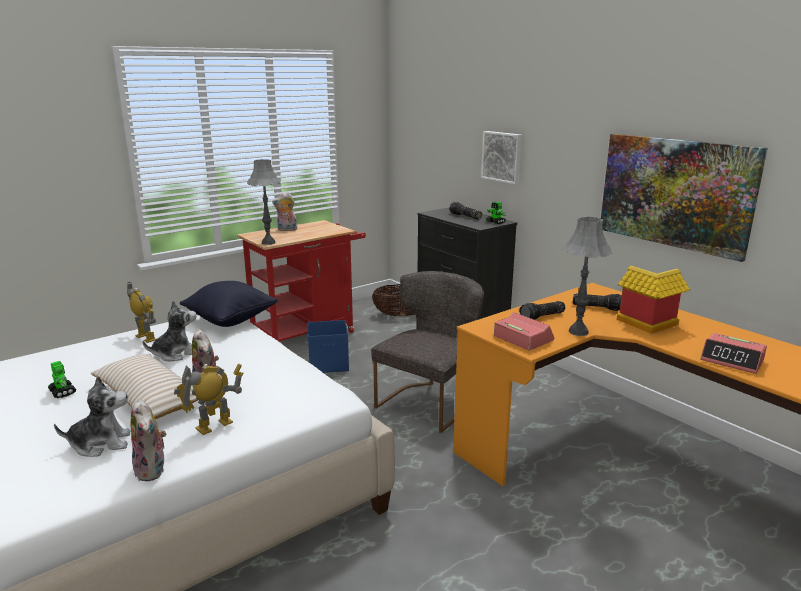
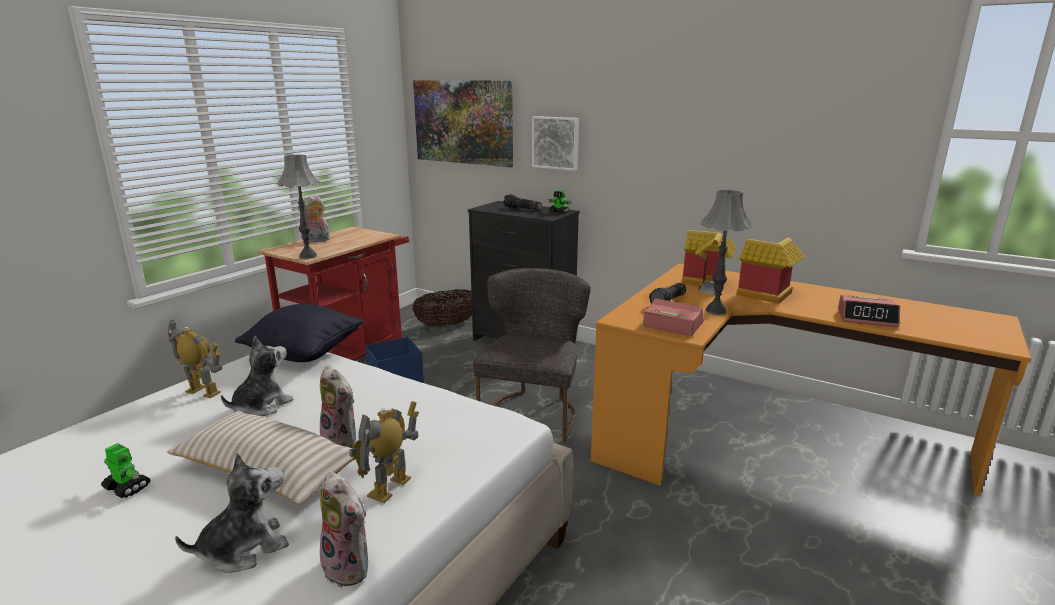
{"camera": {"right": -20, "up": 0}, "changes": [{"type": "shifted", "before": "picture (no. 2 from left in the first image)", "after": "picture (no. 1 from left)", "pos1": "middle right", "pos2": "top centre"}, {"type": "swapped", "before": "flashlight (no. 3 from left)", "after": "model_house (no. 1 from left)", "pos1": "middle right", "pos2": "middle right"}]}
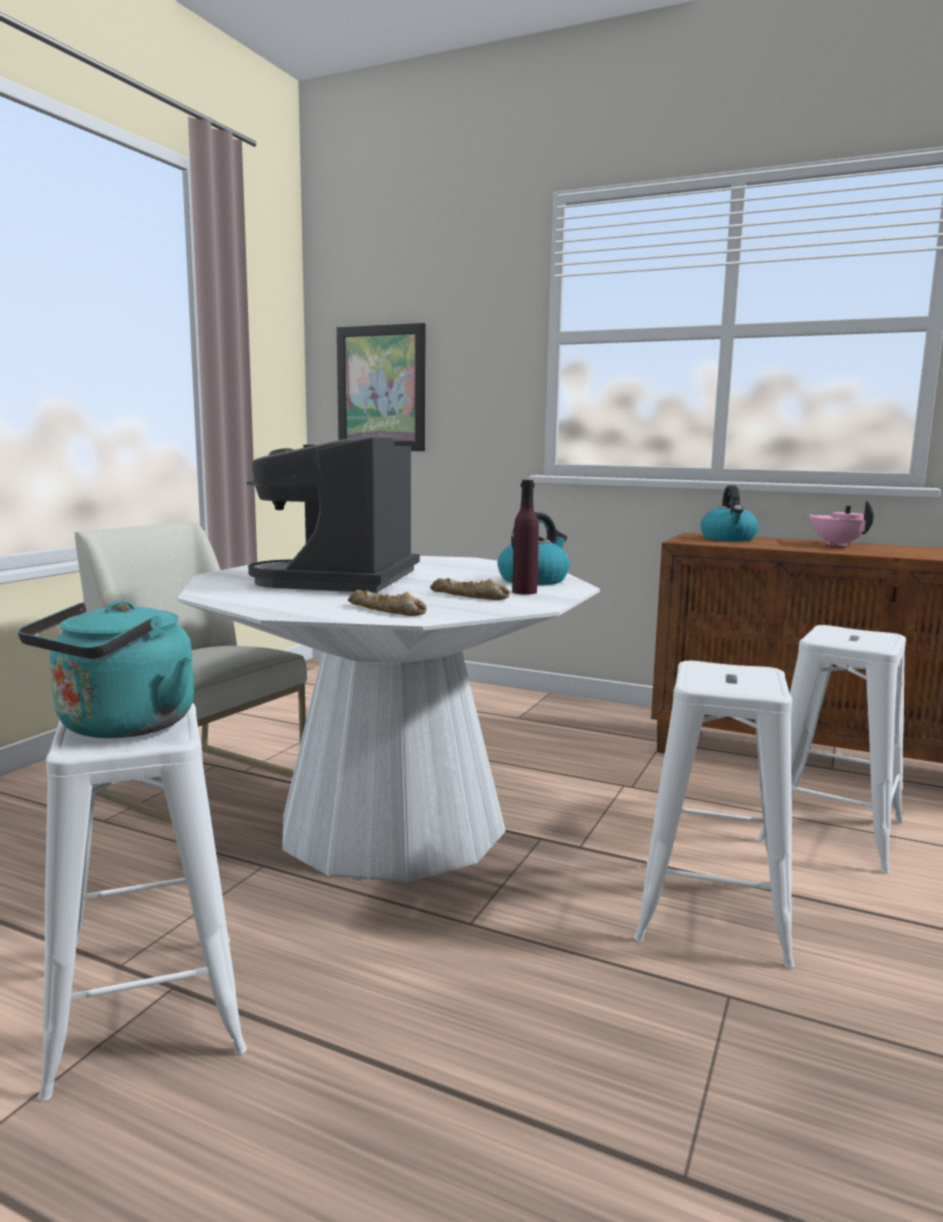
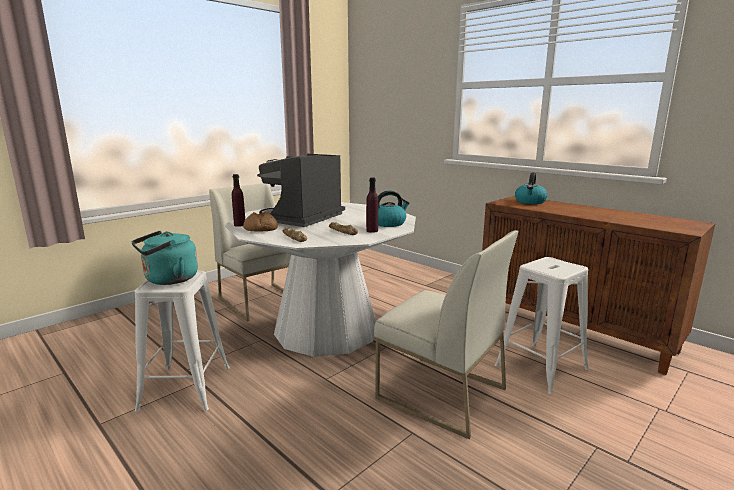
{"camera": {"right": 20, "up": 5}, "changes": [{"type": "new", "after": "purple-coloured_bottle (no. 1 from left)", "pos2": "middle left"}, {"type": "new", "after": "bread (no. 1 from left)", "pos2": "centre"}, {"type": "swapped", "before": "white_stool_seat (no. 2 from left)", "after": "white_plain_chair (no. 2 from left)", "pos1": "middle right", "pos2": "bottom centre"}, {"type": "gone", "before": "picture", "pos1": "top centre"}, {"type": "gone", "before": "pink_tea_pot", "pos1": "middle right"}]}
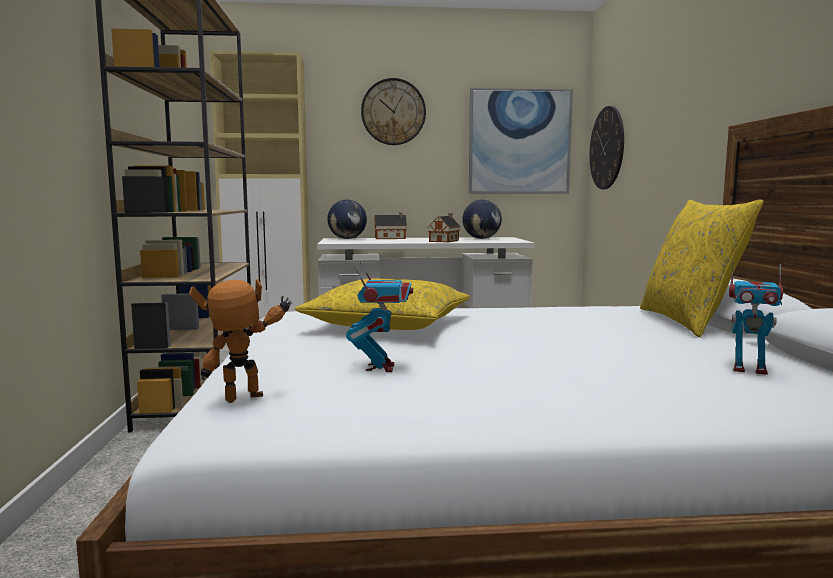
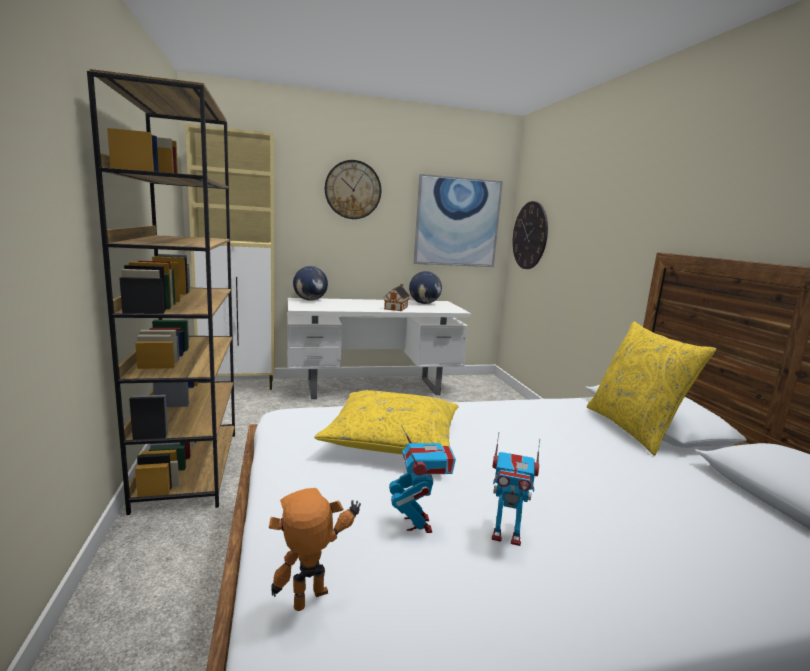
{"camera": {"right": -10, "up": 5}, "changes": [{"type": "shifted", "before": "model_robot (no. 3 from left)", "pos1": "middle right", "pos2": "bottom centre"}, {"type": "gone", "before": "model_house (no. 1 from left)", "pos1": "centre"}]}
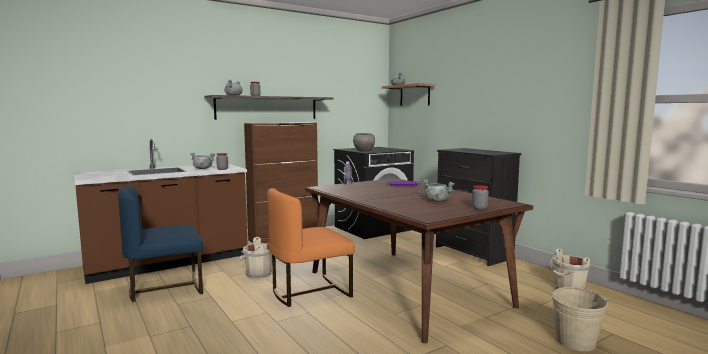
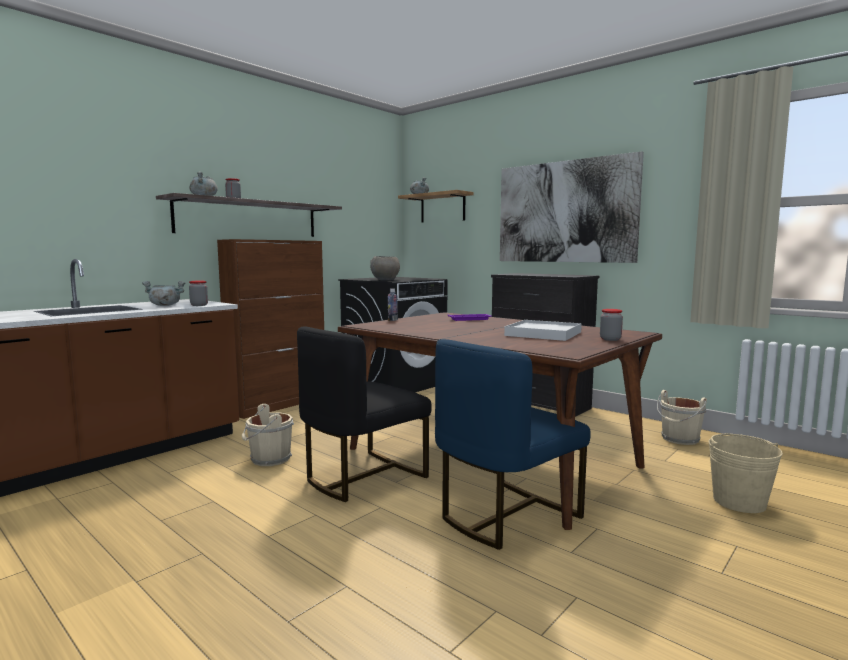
{"camera": {"right": -15, "up": 0}, "changes": [{"type": "repainted", "before": "orange_plain_chair", "after": "black-coloured_plain_chair", "pos1": "bottom centre", "pos2": "centre"}, {"type": "shifted", "before": "bluish_plain_chair", "pos1": "bottom left", "pos2": "bottom centre"}, {"type": "new", "after": "picture", "pos2": "top right"}, {"type": "swapped", "before": "gray_stockpot (no. 4 from left)", "after": "white_tray", "pos1": "centre", "pos2": "centre"}]}
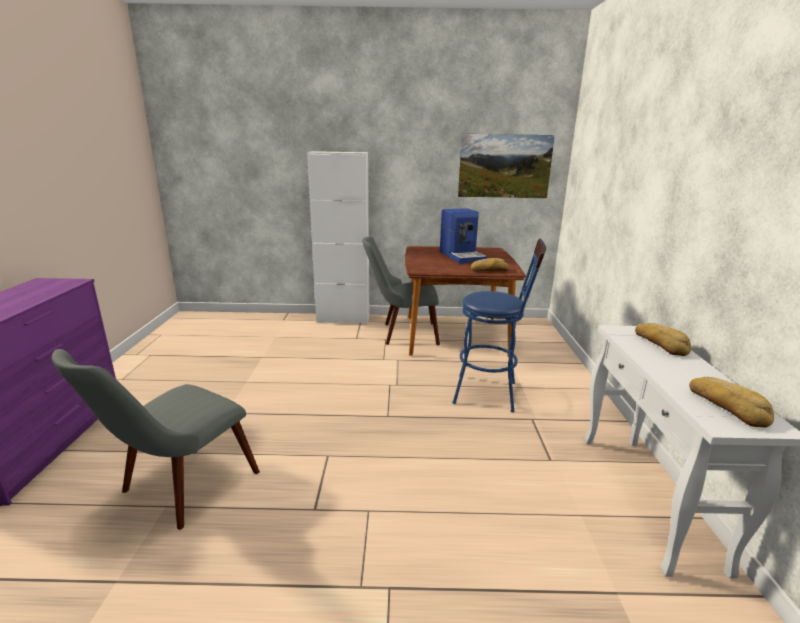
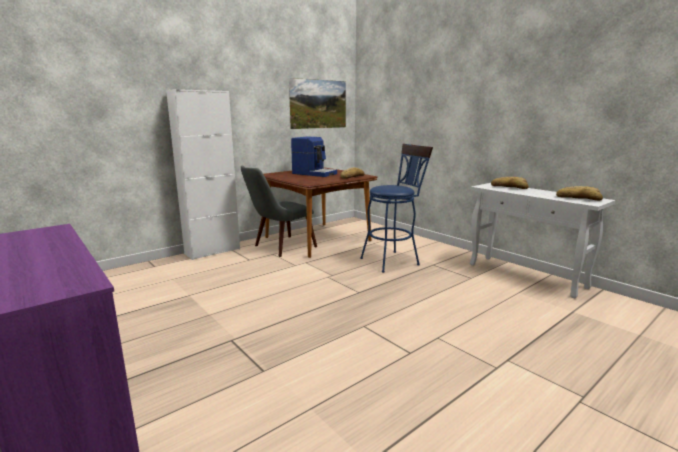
{"camera": {"right": -40, "up": -5}, "changes": [{"type": "gone", "before": "gray_plain_chair (no. 1 from left)", "pos1": "bottom left"}]}
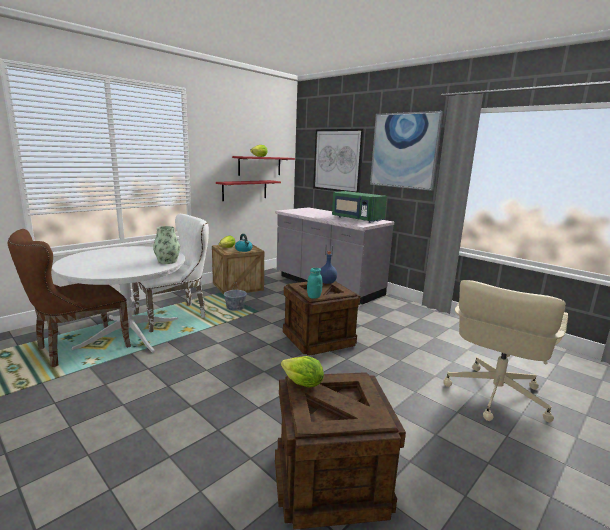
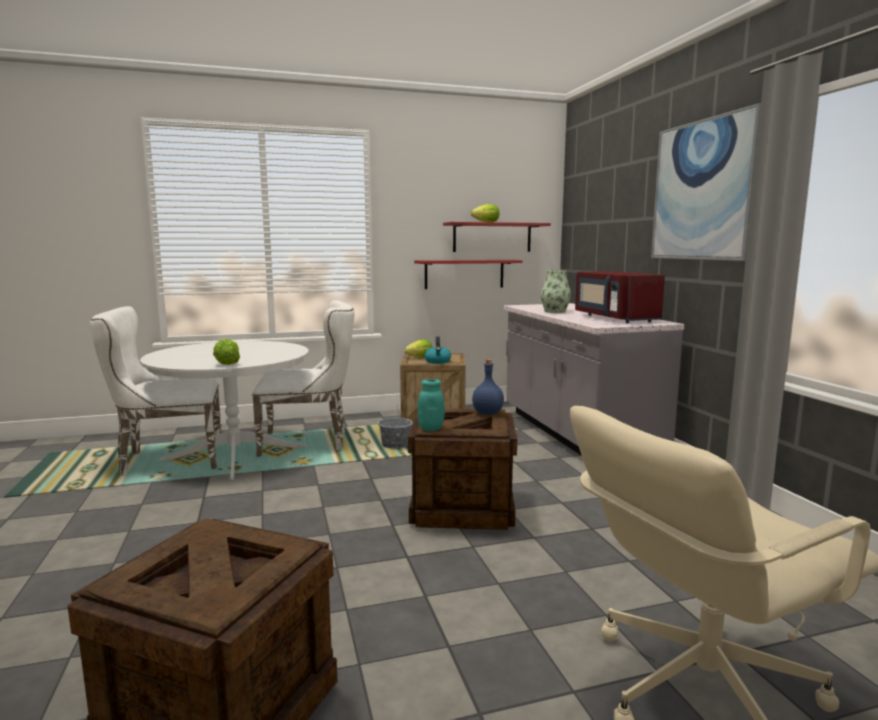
{"camera": {"right": 30, "up": -5}, "changes": [{"type": "repainted", "before": "brown-coloured_plain_chair", "after": "white_plain_chair (no. 1 from left)", "pos1": "middle left", "pos2": "middle left"}, {"type": "shifted", "before": "head_of_lettuce (no. 3 from left in the first image)", "after": "head_of_lettuce (no. 1 from left)", "pos1": "bottom centre", "pos2": "middle left"}, {"type": "shifted", "before": "vase", "pos1": "middle left", "pos2": "centre"}, {"type": "repainted", "before": "greenish_microwave", "after": "red-coloured_microwave", "pos1": "centre", "pos2": "middle right"}, {"type": "gone", "before": "picture (no. 1 from left)", "pos1": "top centre"}]}
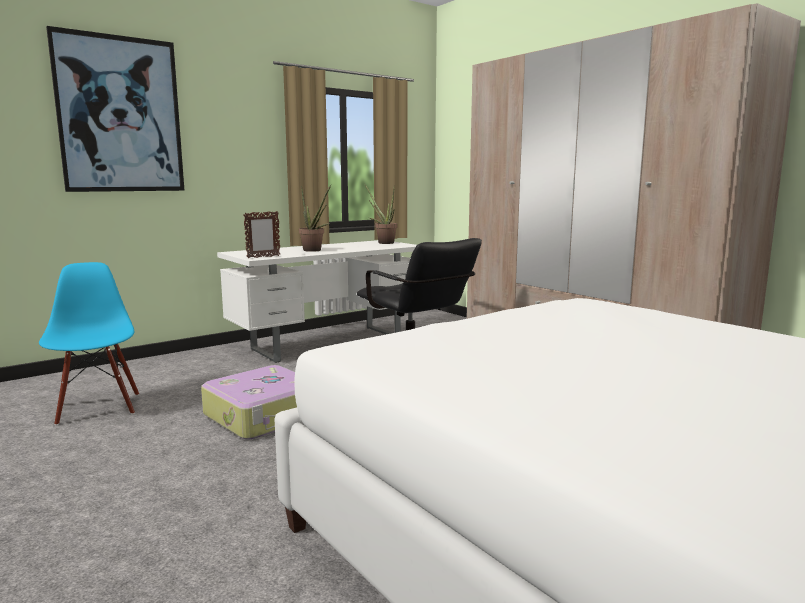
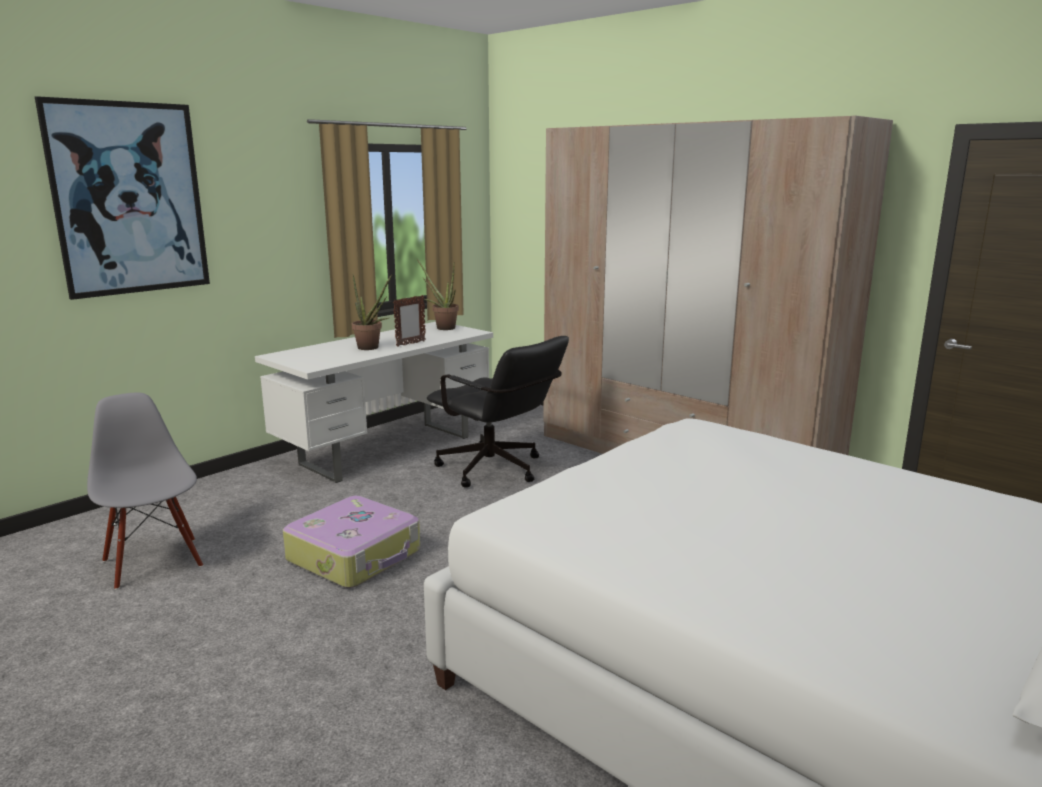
{"camera": {"right": -10, "up": 5}, "changes": [{"type": "repainted", "before": "bluish_plain_chair", "after": "gray_plain_chair", "pos1": "middle left", "pos2": "middle left"}, {"type": "shifted", "before": "photo_frame", "pos1": "middle left", "pos2": "centre"}]}
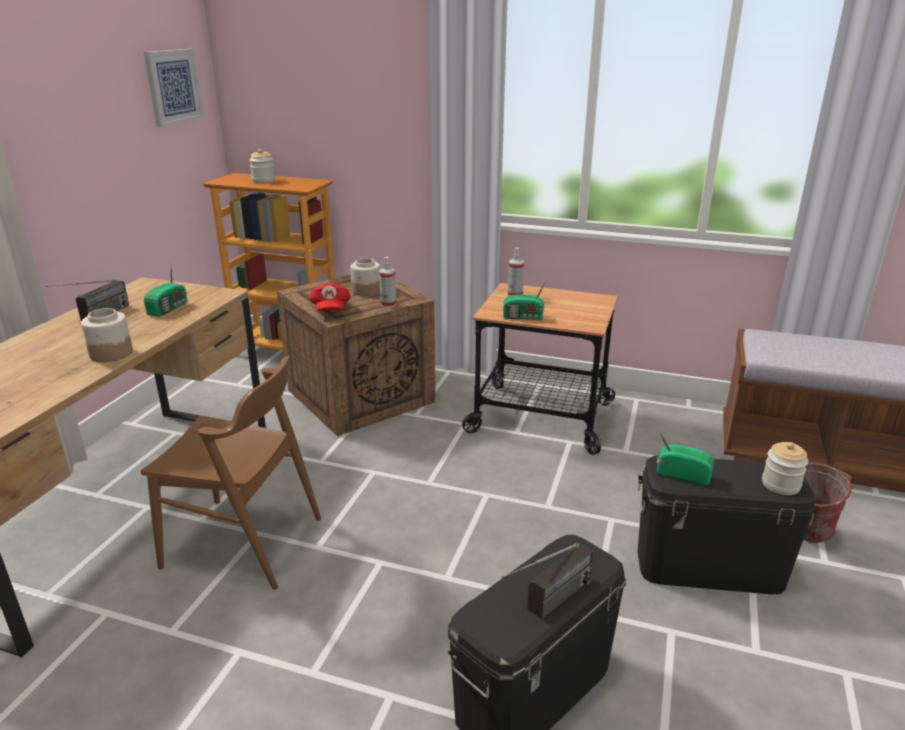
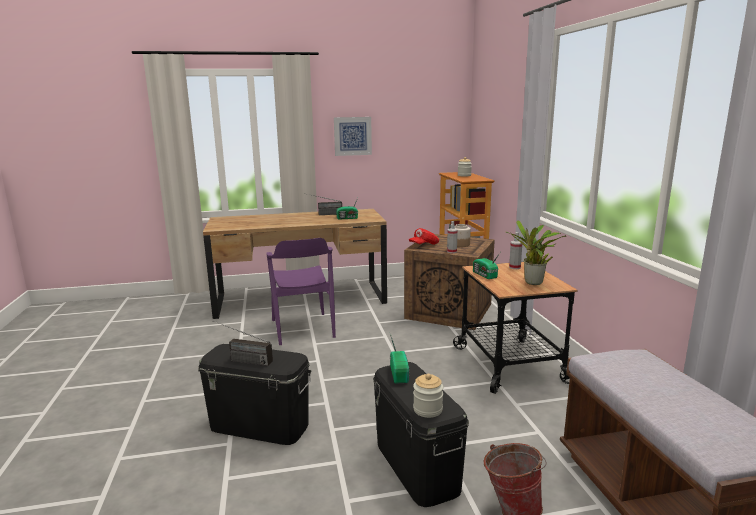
{"camera": {"right": 60, "up": -10}, "changes": [{"type": "repainted", "before": "brown-coloured_plain_chair", "after": "purple-coloured_plain_chair", "pos1": "middle left", "pos2": "centre"}, {"type": "shifted", "before": "picture", "pos1": "top left", "pos2": "top centre"}, {"type": "new", "after": "houseplant", "pos2": "middle right"}, {"type": "gone", "before": "storage_jar (no. 1 from left)", "pos1": "middle left"}]}
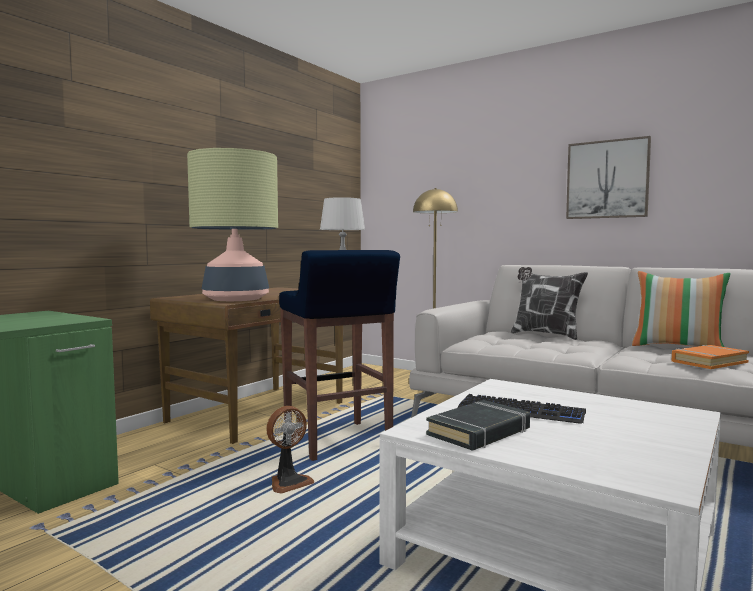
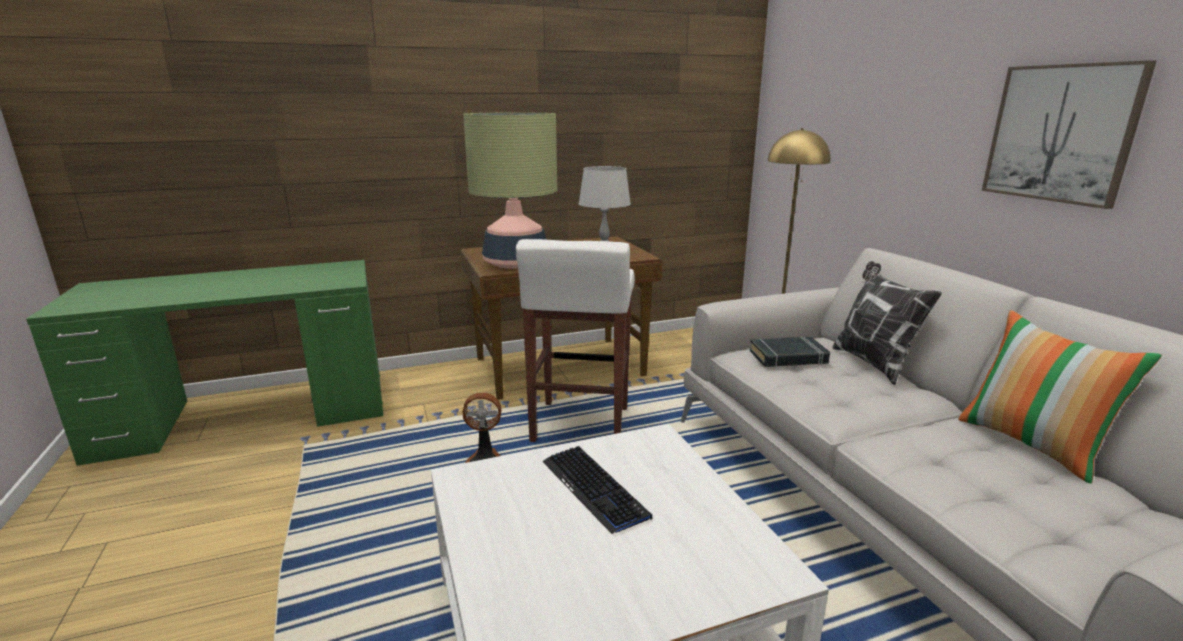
{"camera": {"right": 35, "up": 15}, "changes": [{"type": "repainted", "before": "bluish_stool_seat", "after": "white_stool_seat", "pos1": "centre", "pos2": "centre"}, {"type": "shifted", "before": "black-coloured_book", "pos1": "bottom centre", "pos2": "middle right"}, {"type": "gone", "before": "orange_book", "pos1": "middle right"}]}
